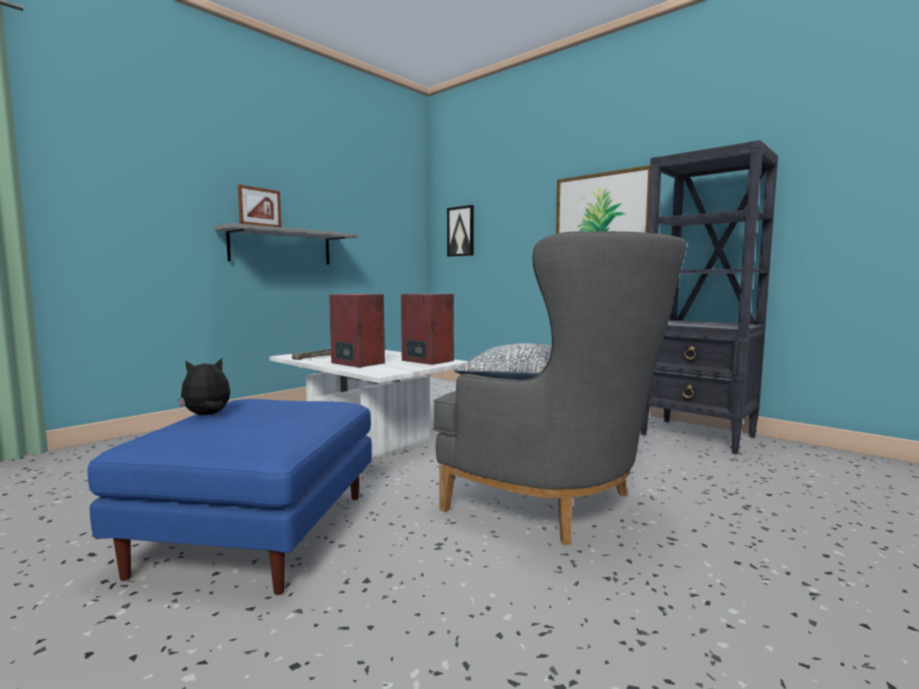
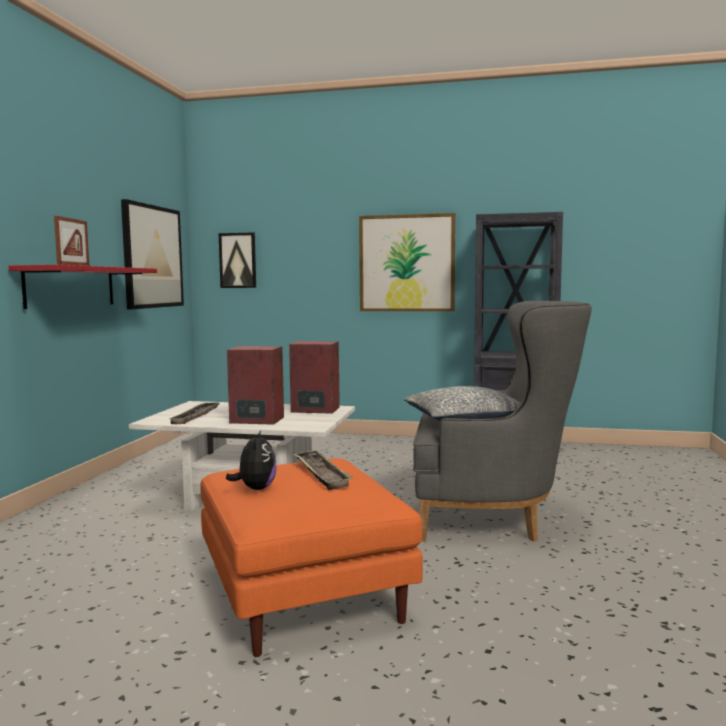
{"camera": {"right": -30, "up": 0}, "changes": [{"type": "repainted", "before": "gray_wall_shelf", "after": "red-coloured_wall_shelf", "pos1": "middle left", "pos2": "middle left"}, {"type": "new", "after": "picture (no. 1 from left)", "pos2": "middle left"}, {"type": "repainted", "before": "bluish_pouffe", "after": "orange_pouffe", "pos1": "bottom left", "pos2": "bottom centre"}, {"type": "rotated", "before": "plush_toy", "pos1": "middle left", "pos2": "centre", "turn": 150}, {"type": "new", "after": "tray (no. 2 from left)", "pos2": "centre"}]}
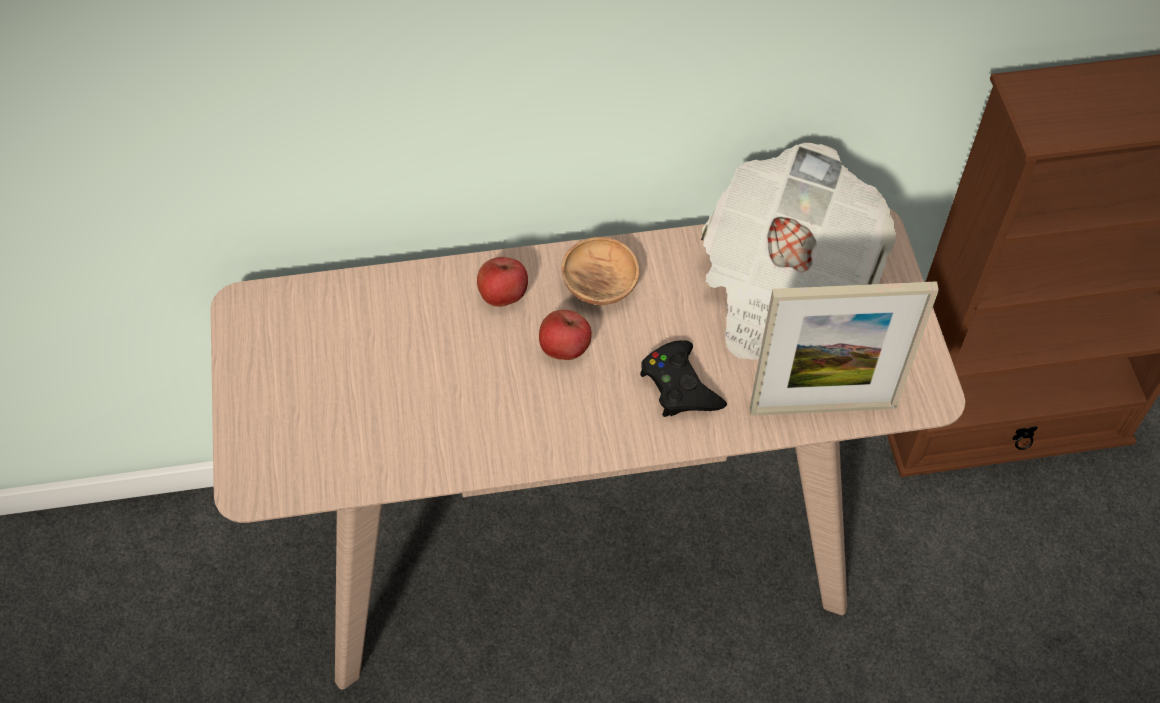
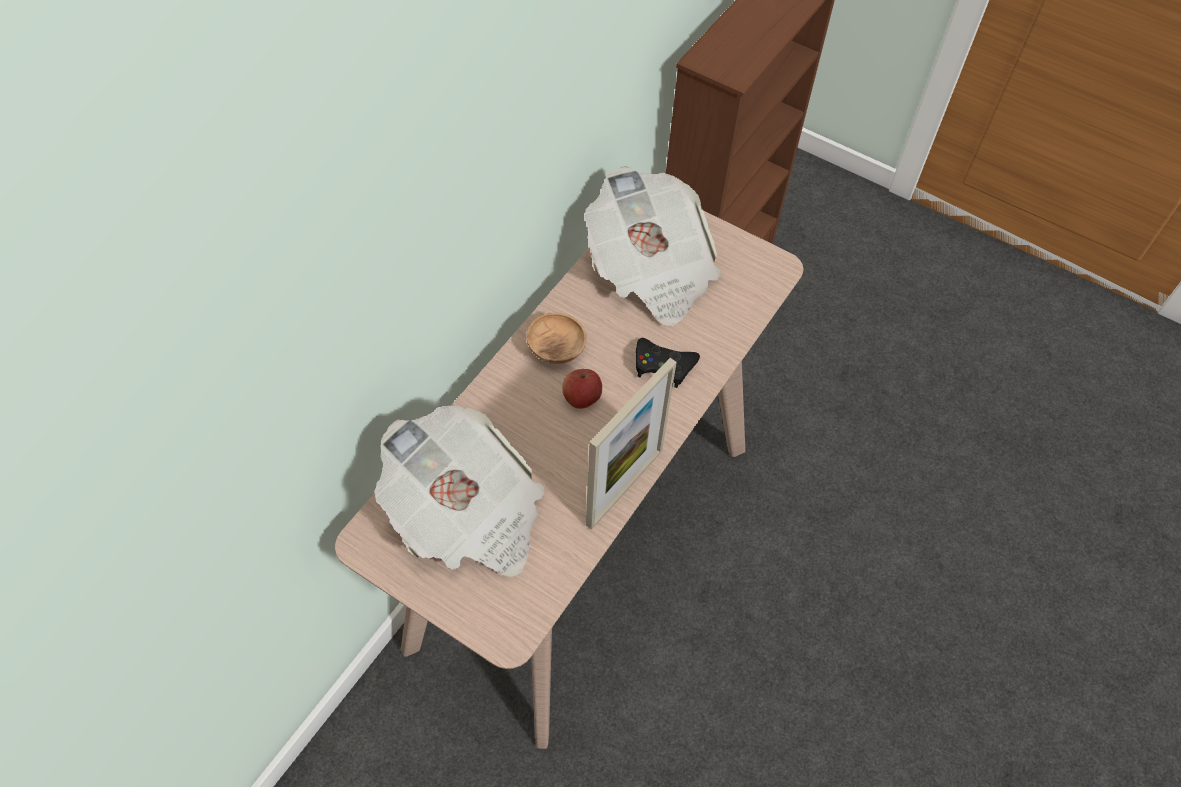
{"camera": {"right": -50, "up": 0}, "changes": [{"type": "new", "after": "printed_paper (no. 1 from left)", "pos2": "centre"}, {"type": "shifted", "before": "photo_frame", "pos1": "middle right", "pos2": "centre"}, {"type": "gone", "before": "apple (no. 1 from left)", "pos1": "centre"}]}
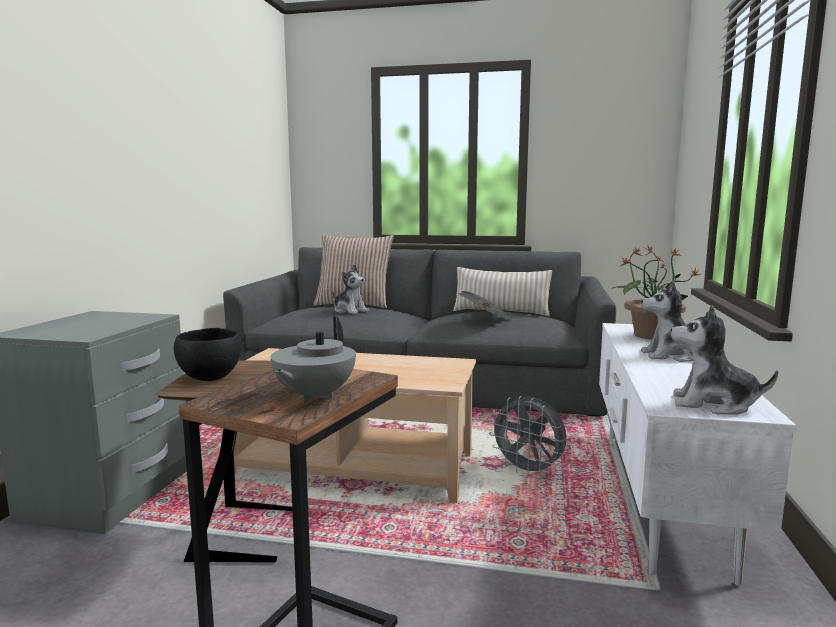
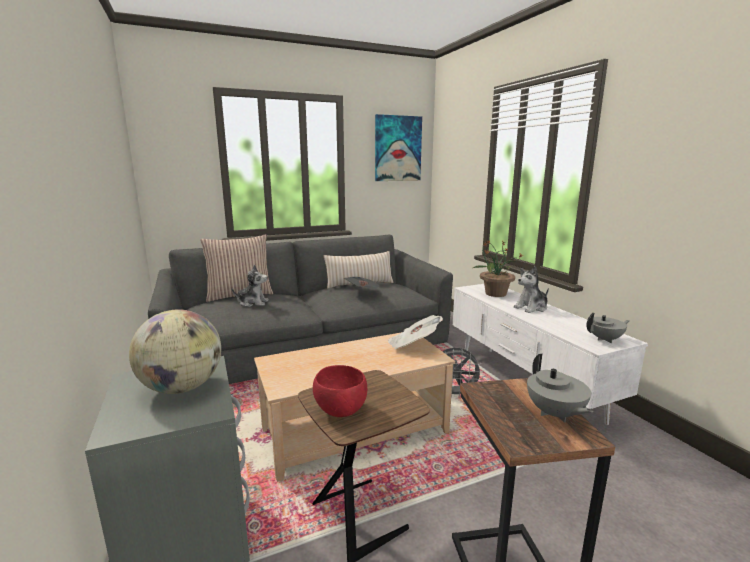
{"camera": {"right": -35, "up": 5}, "changes": [{"type": "new", "after": "desk_globe", "pos2": "middle left"}, {"type": "repainted", "before": "black-coloured_serving_bowl", "after": "red-coloured_serving_bowl", "pos1": "middle left", "pos2": "bottom centre"}, {"type": "new", "after": "picture", "pos2": "top centre"}, {"type": "new", "after": "printed_paper (no. 2 from left)", "pos2": "centre"}, {"type": "swapped", "before": "plush_toy (no. 3 from left)", "after": "gray_tea_pot (no. 2 from left)", "pos1": "middle right", "pos2": "middle right"}]}
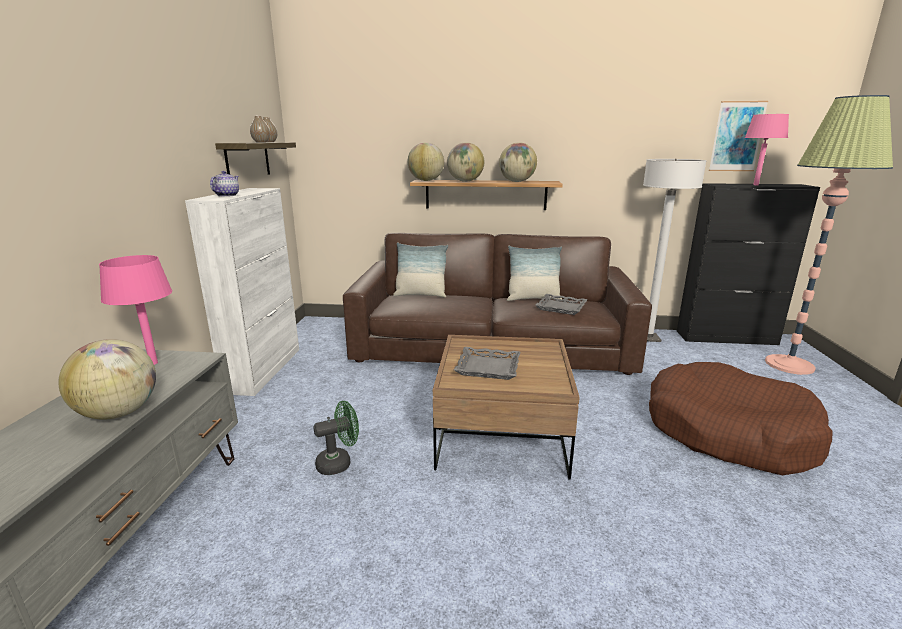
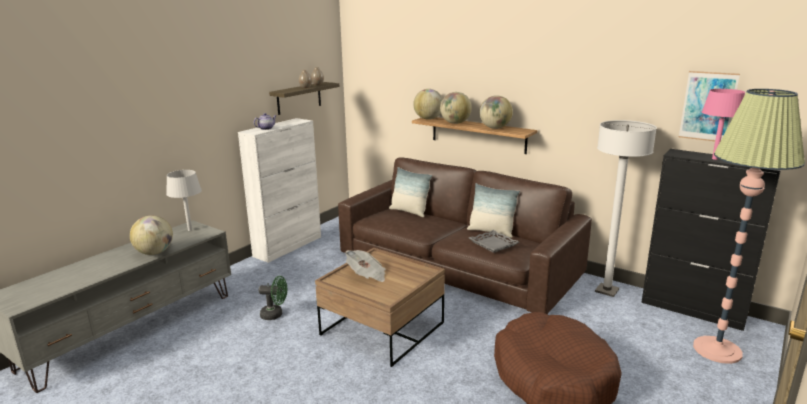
{"camera": {"right": 30, "up": 0}, "changes": [{"type": "repainted", "before": "pink_table_lamp (no. 1 from left)", "after": "gray_table_lamp", "pos1": "middle left", "pos2": "middle left"}, {"type": "swapped", "before": "gray_tray (no. 1 from left)", "after": "printed_paper", "pos1": "centre", "pos2": "centre"}]}
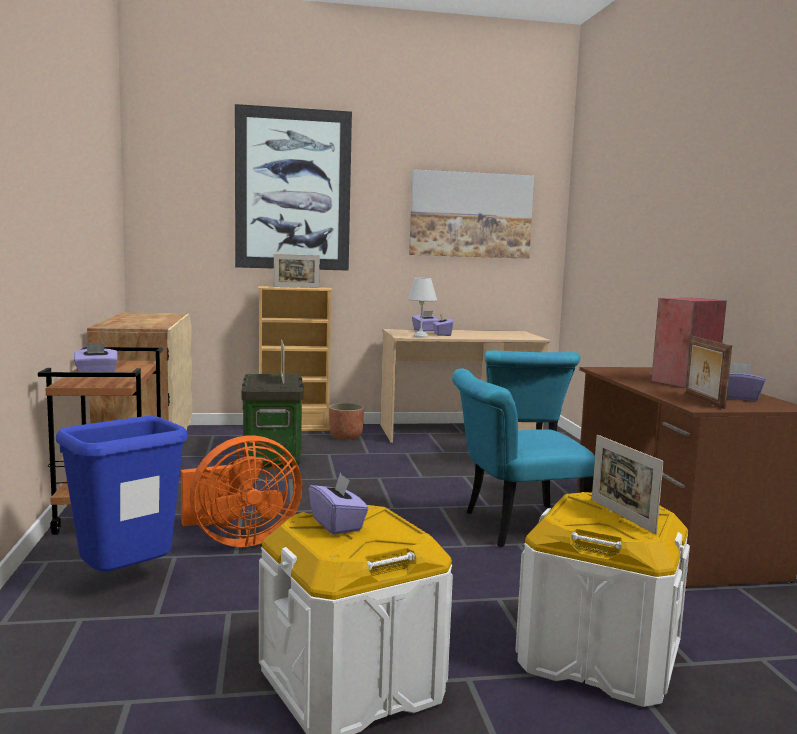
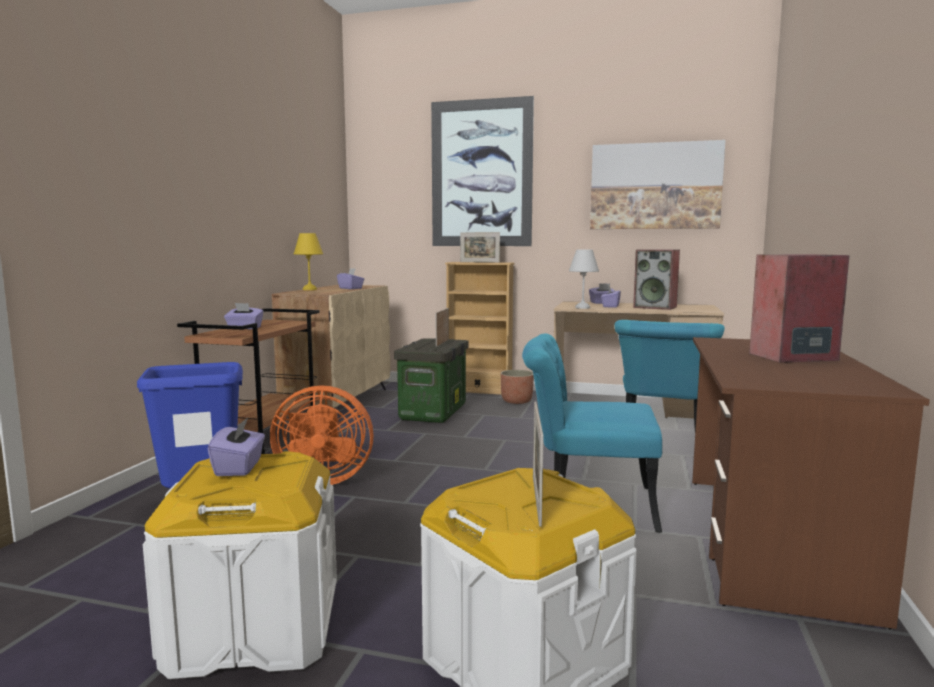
{"camera": {"right": 25, "up": 0}, "changes": [{"type": "new", "after": "yellow-coloured_table_lamp", "pos2": "middle left"}, {"type": "shifted", "before": "purple-coloured_tissue_box (no. 5 from left in the first image)", "after": "purple-coloured_tissue_box (no. 3 from left)", "pos1": "middle right", "pos2": "centre"}, {"type": "new", "after": "speaker (no. 1 from left)", "pos2": "middle right"}, {"type": "gone", "before": "photo_frame (no. 4 from left)", "pos1": "middle right"}]}
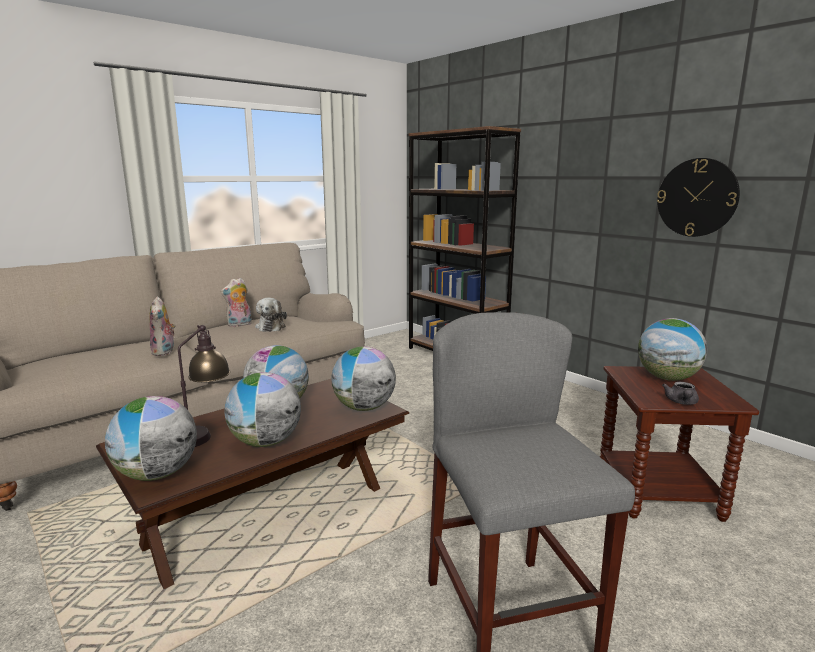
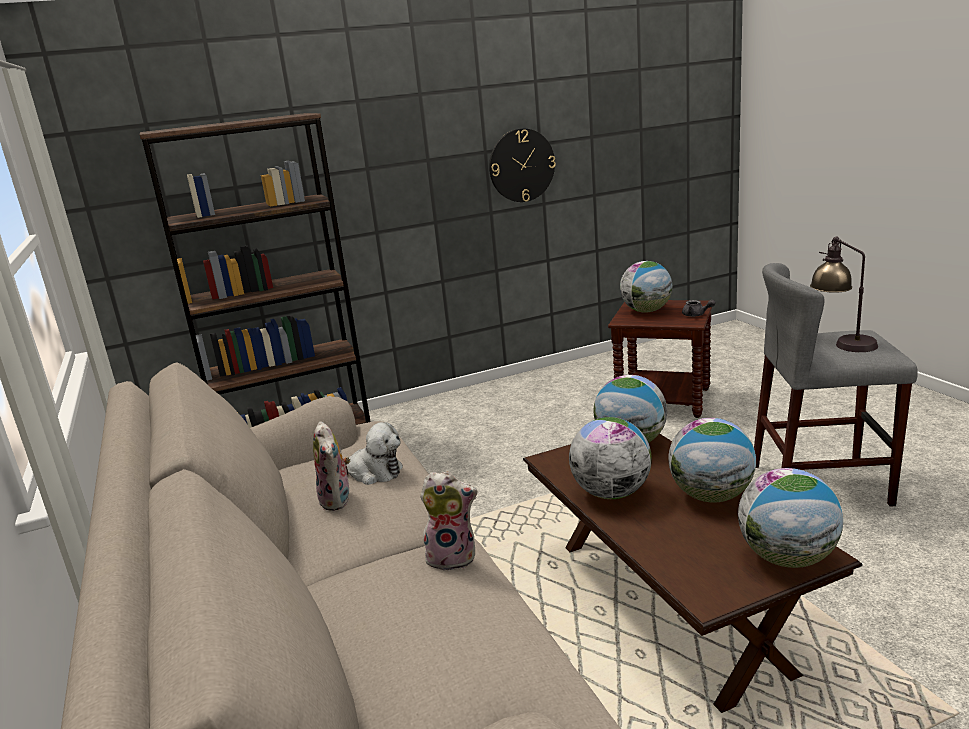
{"camera": {"right": -70, "up": 5}, "changes": [{"type": "shifted", "before": "table_lamp", "pos1": "middle left", "pos2": "middle right"}]}
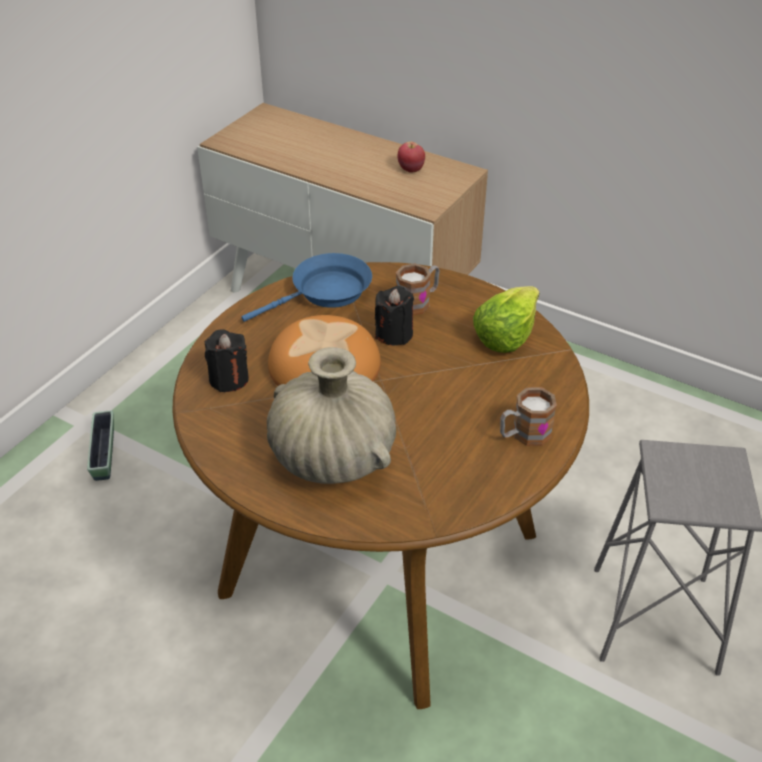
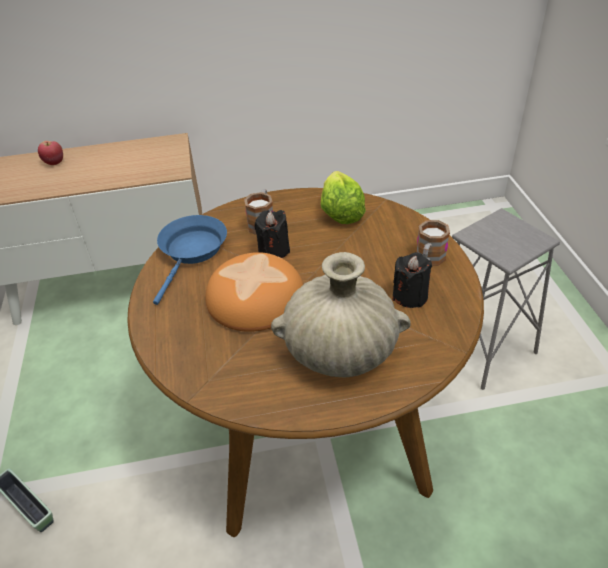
{"camera": {"right": -40, "up": 0}, "changes": [{"type": "shifted", "before": "apple", "pos1": "top centre", "pos2": "top left"}, {"type": "shifted", "before": "black-coloured_wax_candle (no. 1 from left in the first image)", "after": "black-coloured_wax_candle (no. 2 from left)", "pos1": "middle left", "pos2": "middle right"}]}
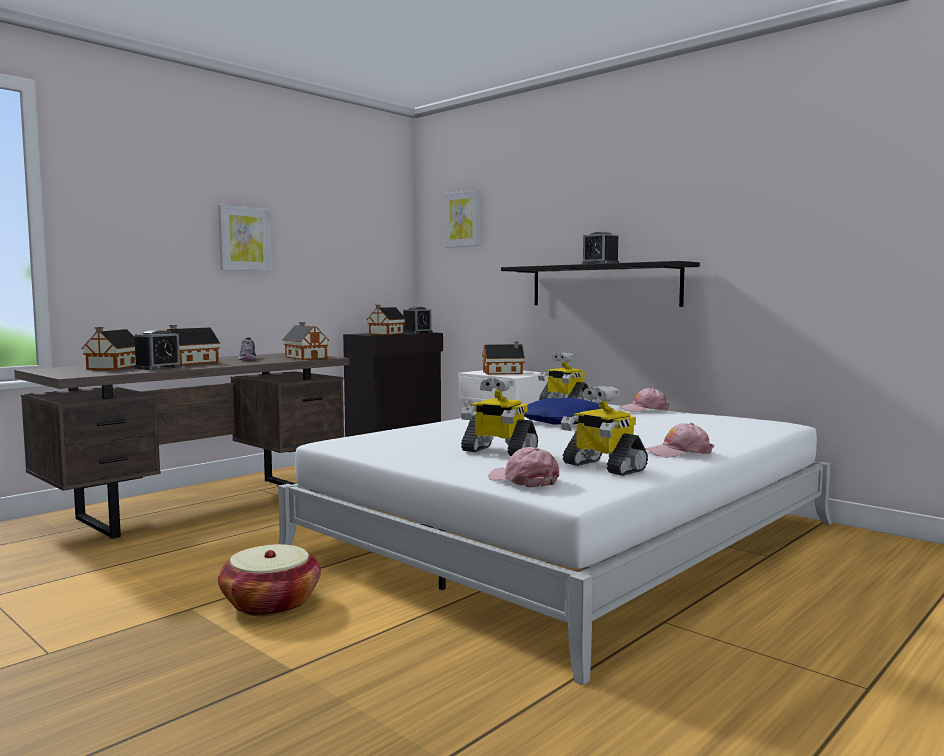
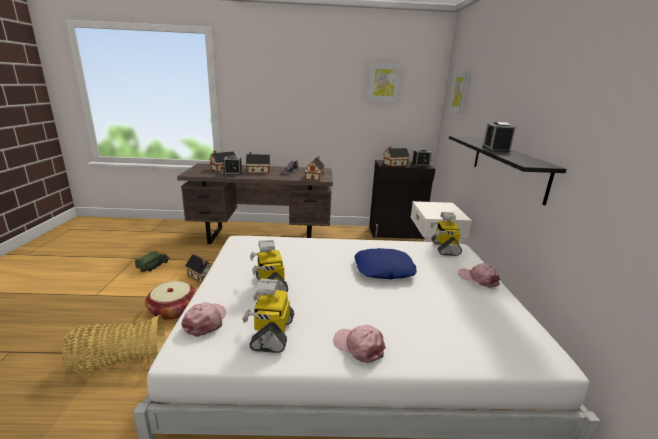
{"camera": {"right": 45, "up": 15}, "changes": [{"type": "new", "after": "storage_basket (no. 1 from left)", "pos2": "bottom left"}, {"type": "new", "after": "toy_lorry", "pos2": "middle left"}, {"type": "shifted", "before": "model_house (no. 5 from left in the first image)", "after": "model_house (no. 1 from left)", "pos1": "centre", "pos2": "middle left"}, {"type": "shifted", "before": "picture (no. 1 from left)", "pos1": "top left", "pos2": "top centre"}]}
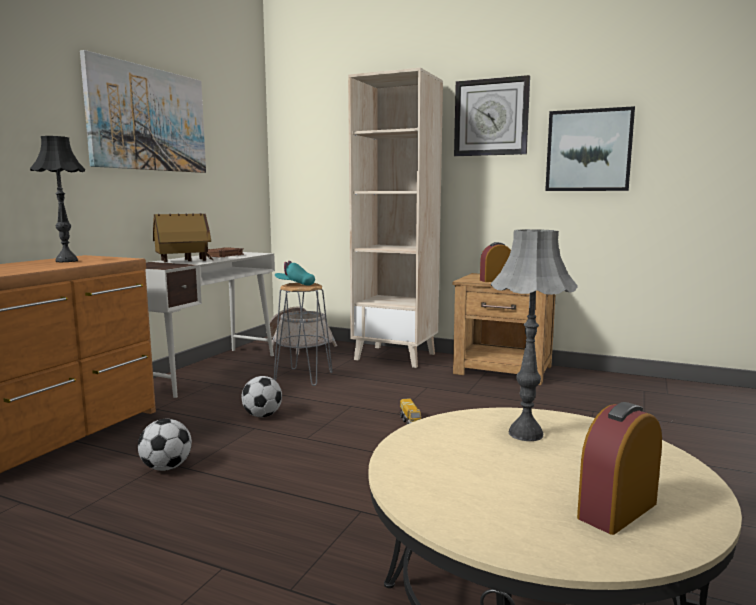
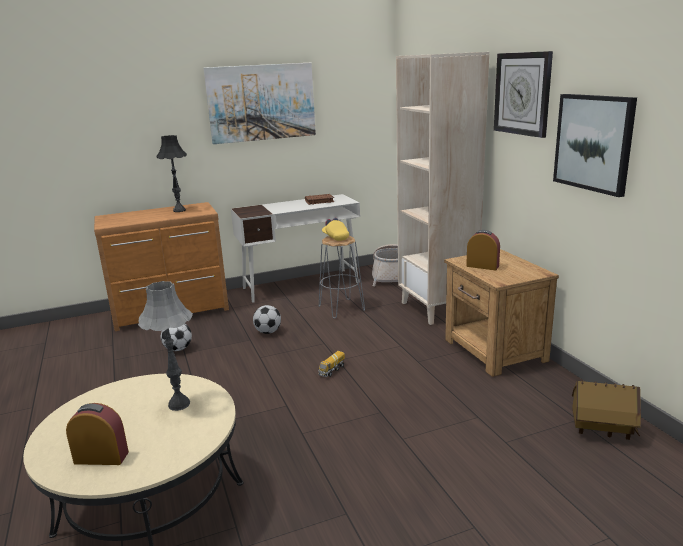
{"camera": {"right": 45, "up": 10}, "changes": [{"type": "repainted", "before": "blue-green_peaked_cap", "after": "yellow-coloured_peaked_cap", "pos1": "centre", "pos2": "centre"}, {"type": "shifted", "before": "model_house", "pos1": "middle left", "pos2": "bottom right"}]}
